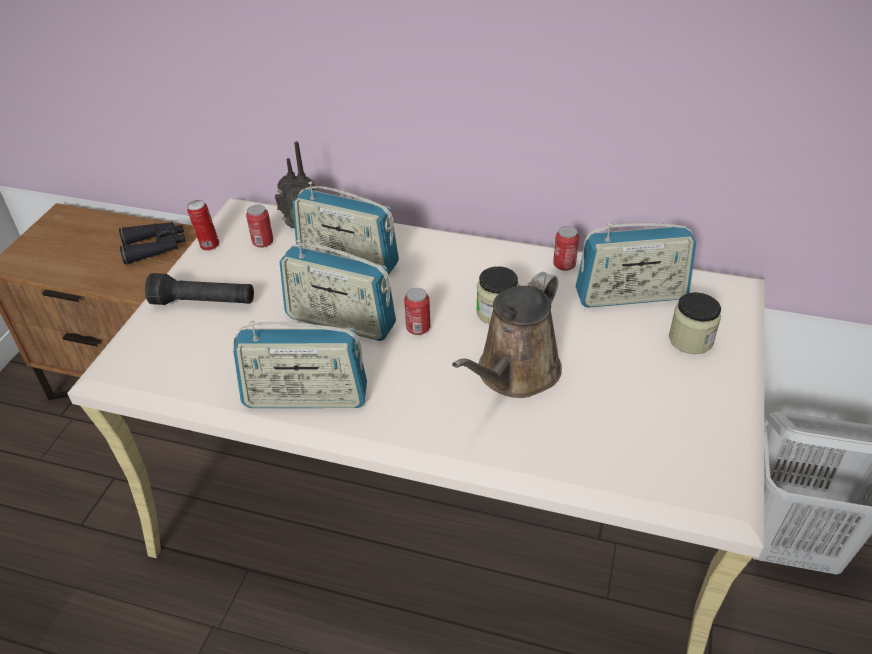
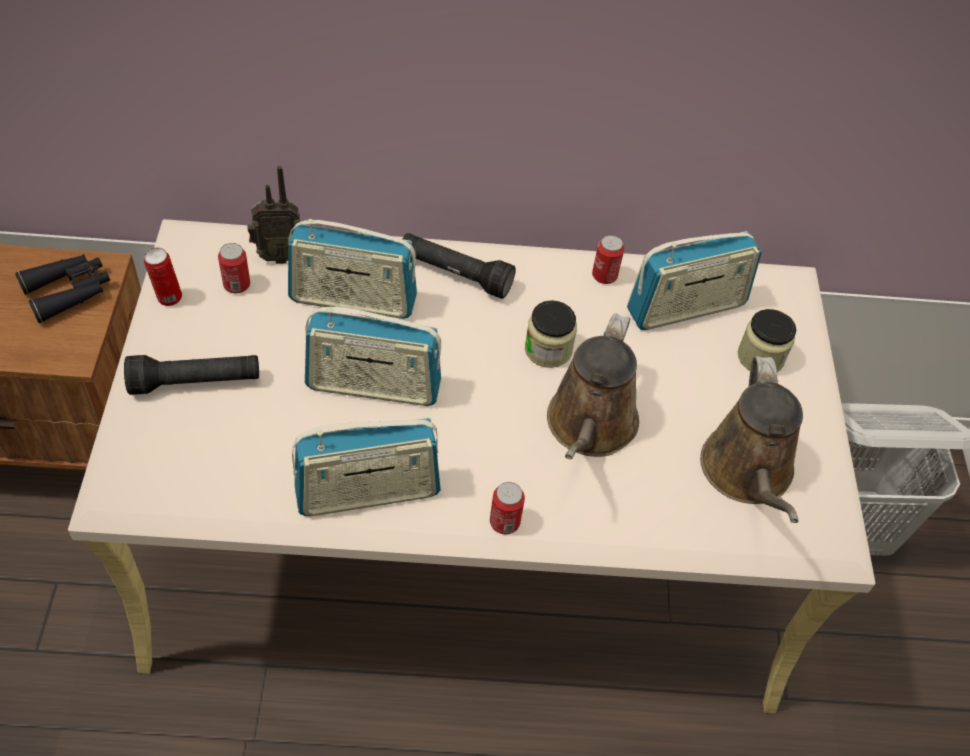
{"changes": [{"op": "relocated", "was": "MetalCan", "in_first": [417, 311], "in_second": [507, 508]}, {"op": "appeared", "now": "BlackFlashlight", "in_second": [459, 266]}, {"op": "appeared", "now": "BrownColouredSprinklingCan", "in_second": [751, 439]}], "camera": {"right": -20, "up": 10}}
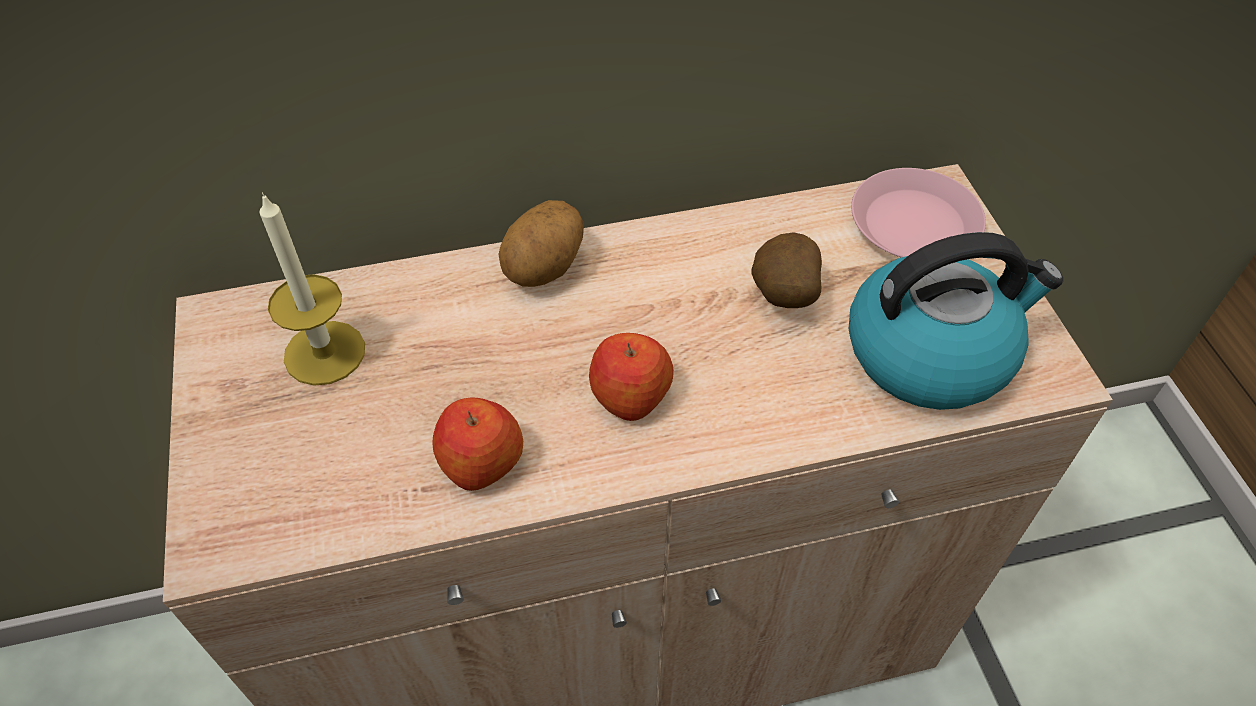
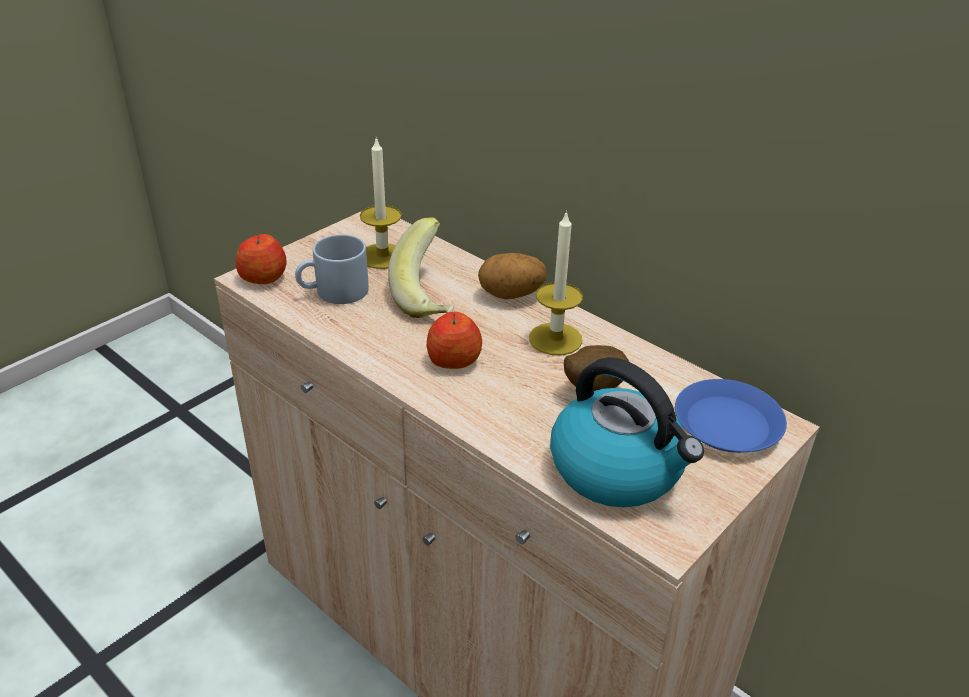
{"changes": [{"op": "relocated", "was": "AppleFruit", "in_first": [477, 444], "in_second": [260, 259]}, {"op": "colour", "was": "PinkColouredPlate", "now": "BluishPlate", "in_first": [918, 213], "in_second": [731, 416]}, {"op": "appeared", "now": "GreyMug", "in_second": [332, 269]}, {"op": "appeared", "now": "WholeBanana", "in_second": [421, 267]}, {"op": "appeared", "now": "WaxCandle", "in_second": [556, 283]}], "camera": {"right": 55, "up": -15}}
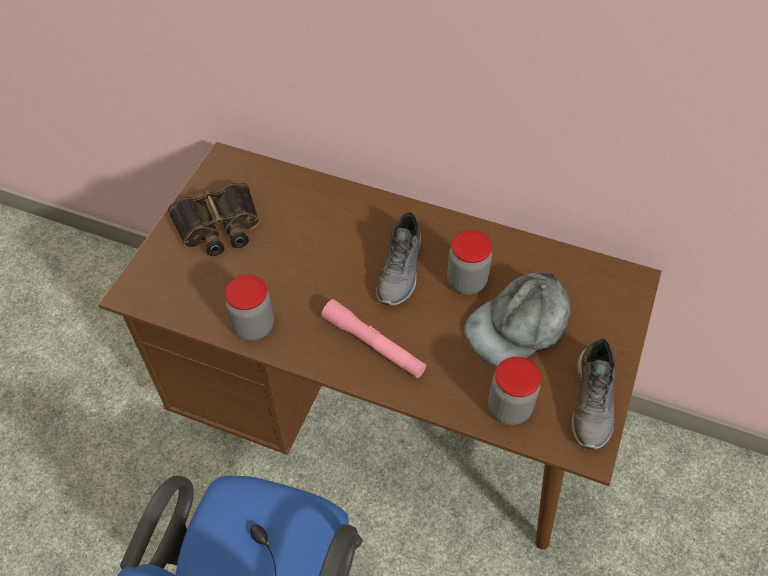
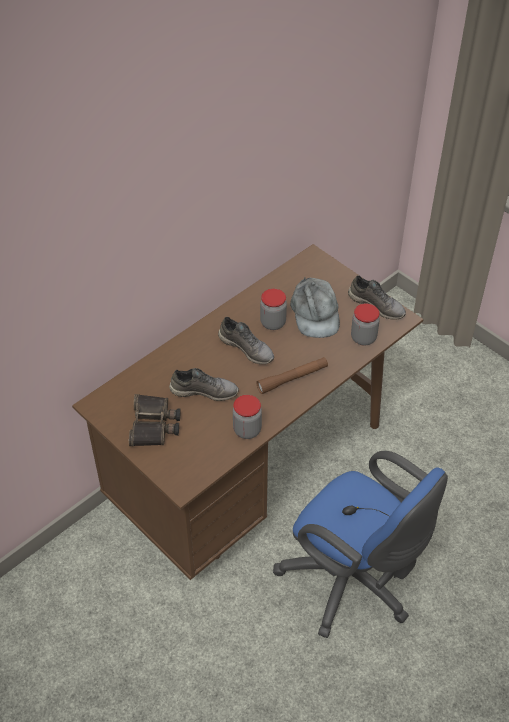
{"changes": [{"op": "colour", "was": "PinkColouredFlashlight", "now": "BrownColouredFlashlight", "in_first": [373, 338], "in_second": [292, 375]}, {"op": "appeared", "now": "GreyItemOfFootwear", "in_second": [204, 384]}], "camera": {"right": -65, "up": -5}}
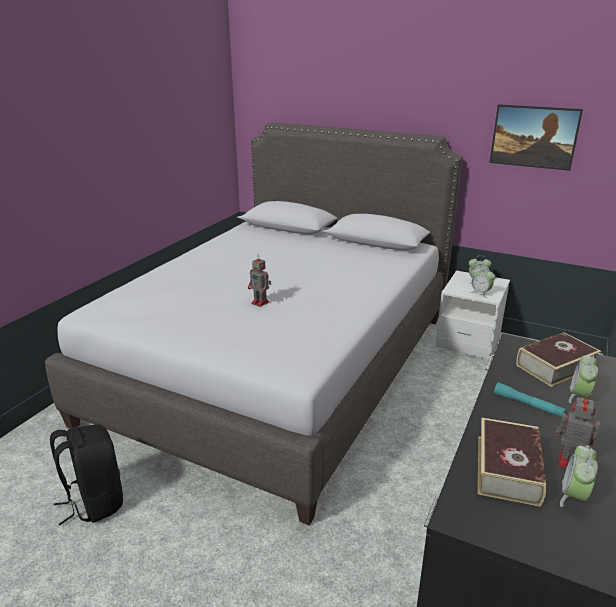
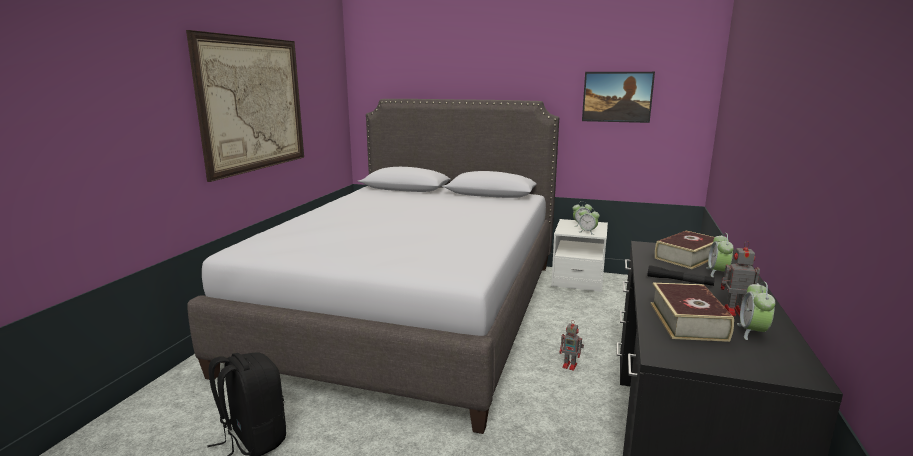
{"changes": [{"op": "relocated", "was": "RobotFigure", "in_first": [259, 280], "in_second": [571, 345]}, {"op": "colour", "was": "BlueGreenFlashlight", "now": "BlackFlashlight", "in_first": [530, 399], "in_second": [681, 275]}, {"op": "appeared", "now": "WallPicture", "in_second": [245, 106]}], "camera": {"right": -10, "up": -10}}
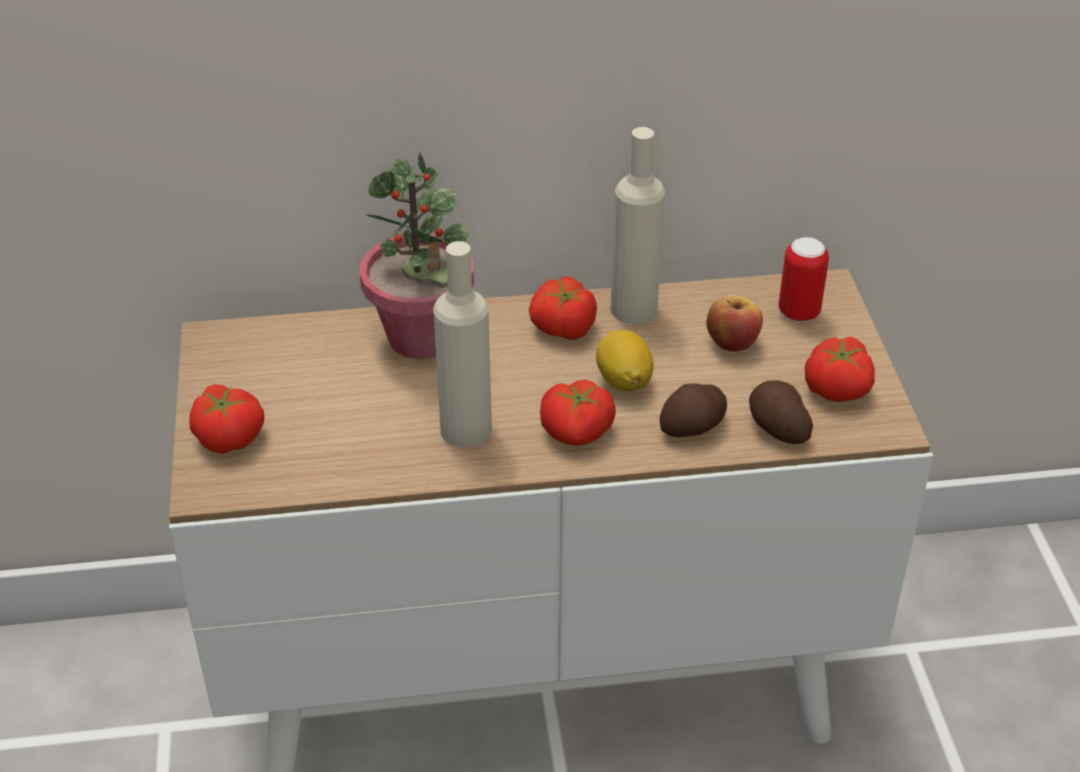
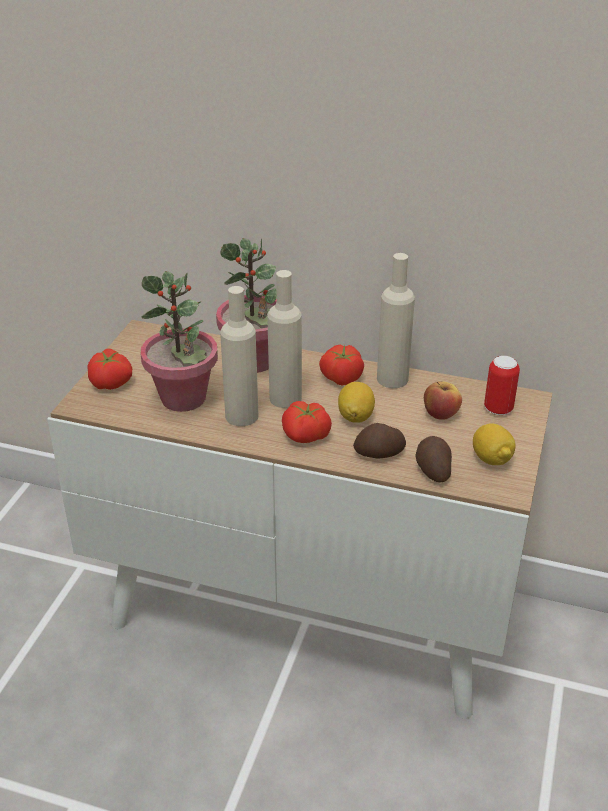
{"changes": [{"op": "exchanged", "was": "FreshTomato", "now": "WholeLemon", "in_first": [840, 369], "in_second": [494, 444]}, {"op": "appeared", "now": "Houseplant", "in_second": [179, 341]}, {"op": "appeared", "now": "BeigeColouredDrinkBottle", "in_second": [284, 339]}], "camera": {"right": 25, "up": -5}}
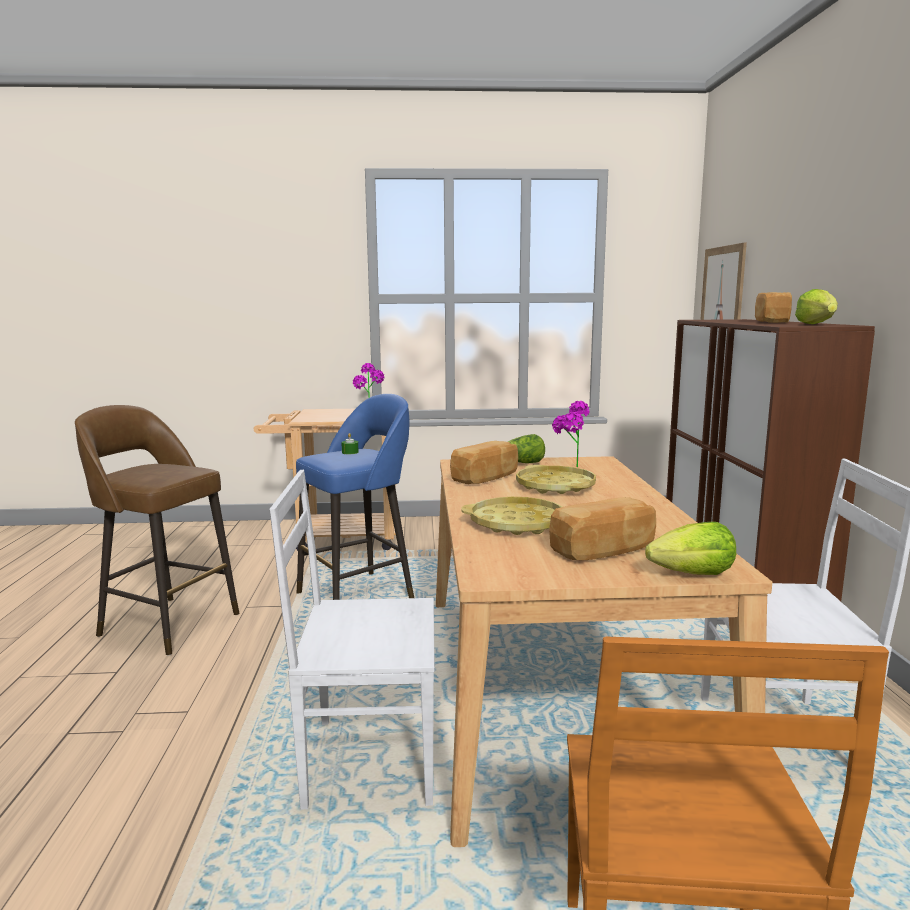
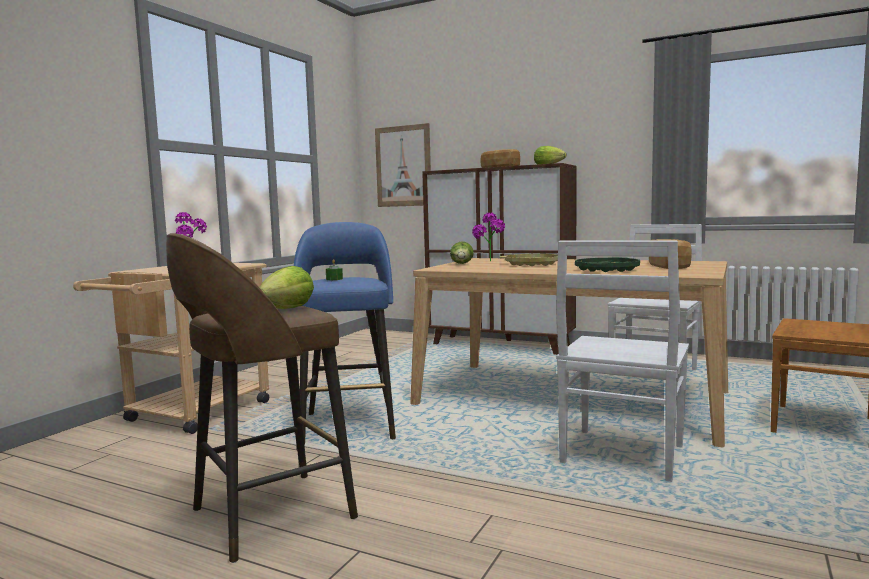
{"changes": [{"op": "missing", "was": "BakedBread", "in_first": [484, 462]}, {"op": "colour", "was": "YellowCarryingTray", "now": "GreenishCarryingTray", "in_first": [511, 516], "in_second": [607, 264]}, {"op": "relocated", "was": "LettuceHead", "in_first": [690, 548], "in_second": [286, 287]}], "camera": {"right": -60, "up": -5}}
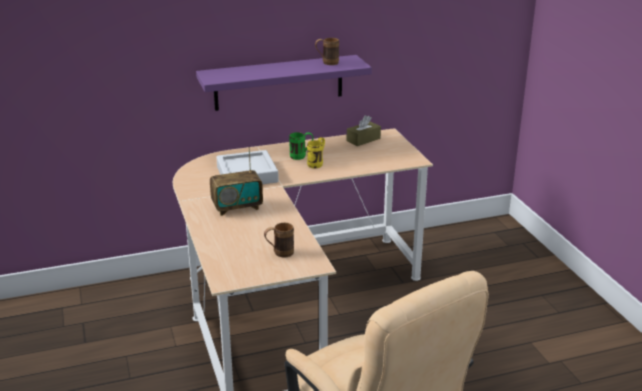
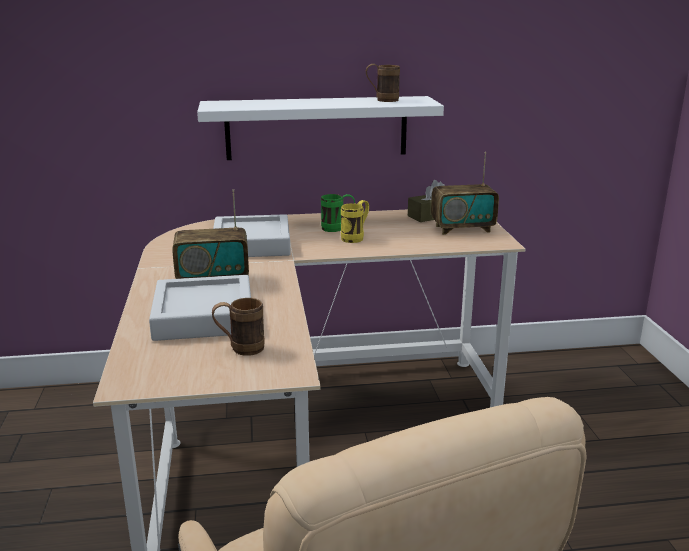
{"changes": [{"op": "colour", "was": "PurpleColouredWallShelf", "now": "WhitishWallShelf", "in_first": [284, 83], "in_second": [320, 128]}, {"op": "appeared", "now": "GreyCarryingTray", "in_second": [200, 308]}, {"op": "appeared", "now": "Radio", "in_second": [465, 193]}], "camera": {"right": 10, "up": -5}}
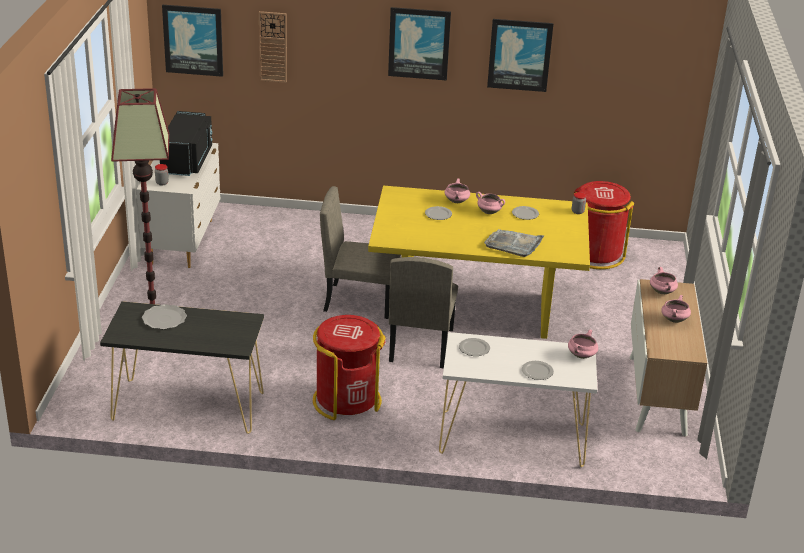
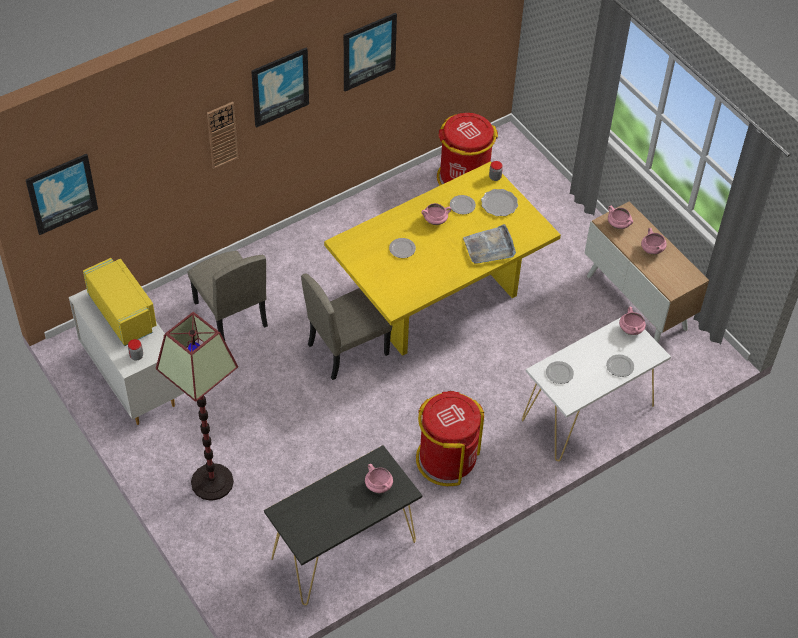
{"changes": [{"op": "relocated", "was": "Plate", "in_first": [164, 316], "in_second": [499, 202]}, {"op": "colour", "was": "BlackMicrowave", "now": "YellowMicrowave", "in_first": [186, 143], "in_second": [119, 302]}, {"op": "relocated", "was": "ClockOnTheWall", "in_first": [273, 47], "in_second": [222, 135]}, {"op": "relocated", "was": "BeigeColouredChair", "in_first": [423, 312], "in_second": [228, 295]}, {"op": "relocated", "was": "PinkColouredCookingPot", "in_first": [457, 190], "in_second": [379, 478]}], "camera": {"right": -40, "up": 20}}
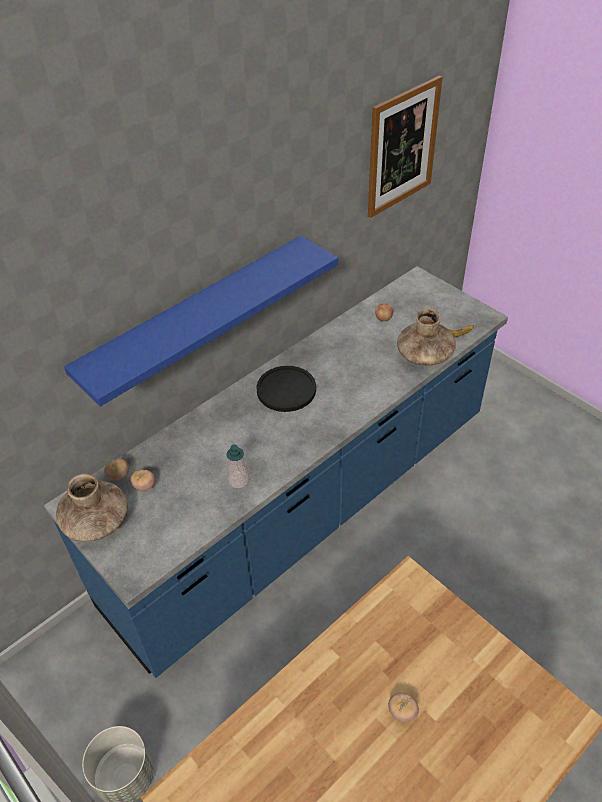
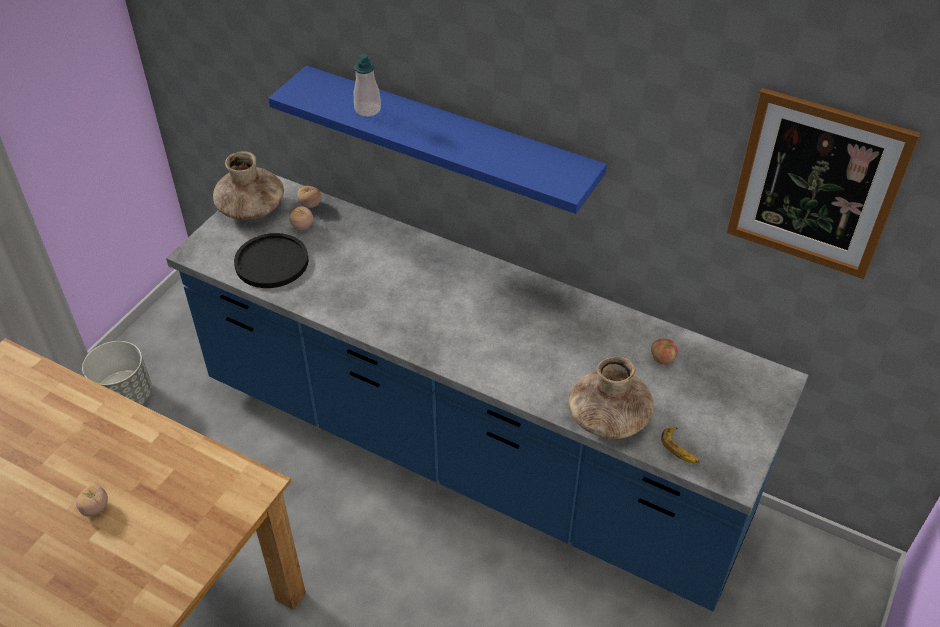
{"changes": [{"op": "relocated", "was": "LiquidSoapBottle", "in_first": [238, 466], "in_second": [367, 85]}, {"op": "relocated", "was": "BlackPlate", "in_first": [286, 389], "in_second": [271, 260]}], "camera": {"right": 70, "up": 0}}
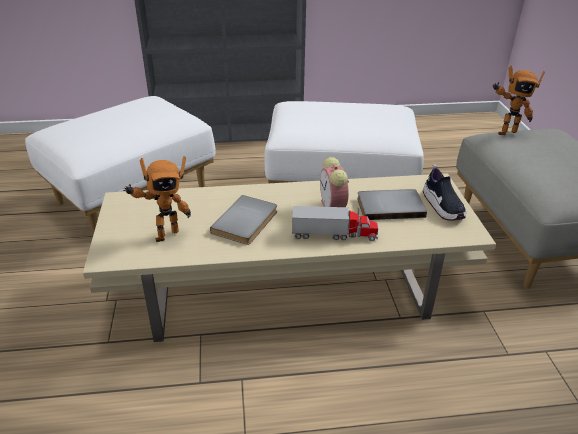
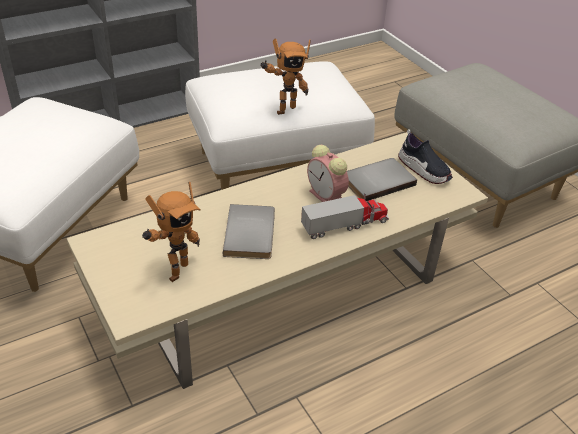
{"changes": [{"op": "relocated", "was": "RobotFigure", "in_first": [518, 100], "in_second": [285, 76]}], "camera": {"right": -25, "up": 5}}
